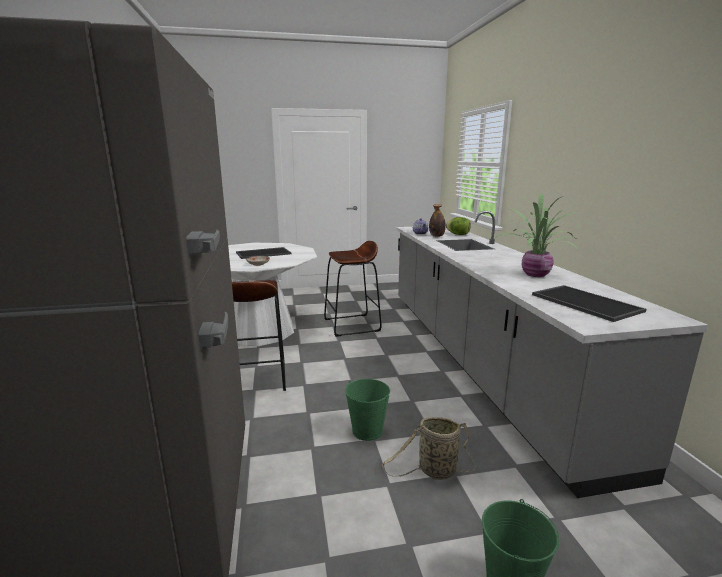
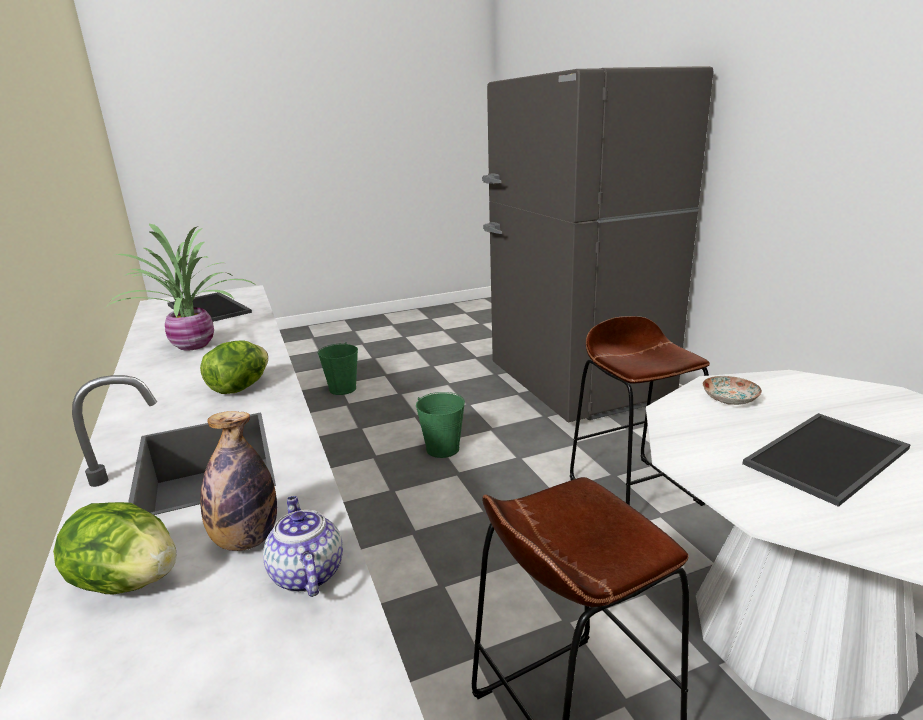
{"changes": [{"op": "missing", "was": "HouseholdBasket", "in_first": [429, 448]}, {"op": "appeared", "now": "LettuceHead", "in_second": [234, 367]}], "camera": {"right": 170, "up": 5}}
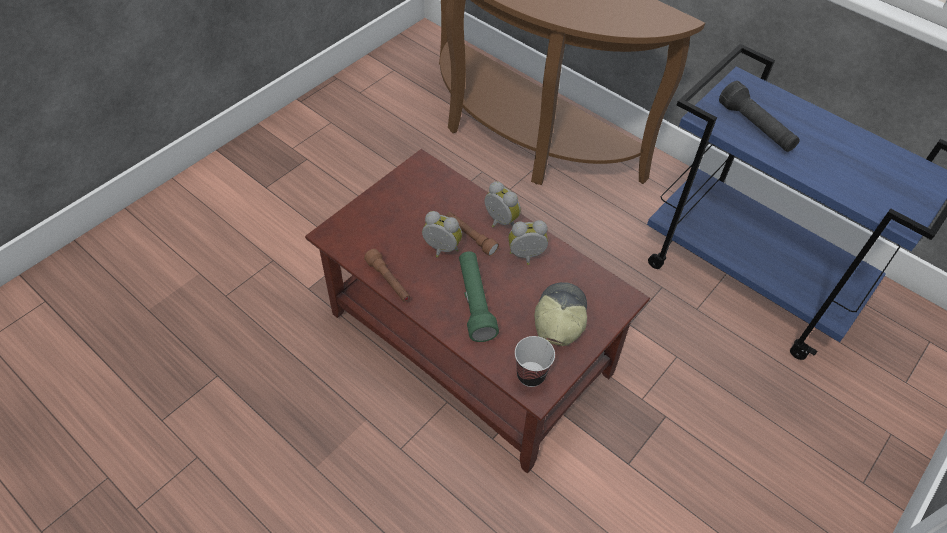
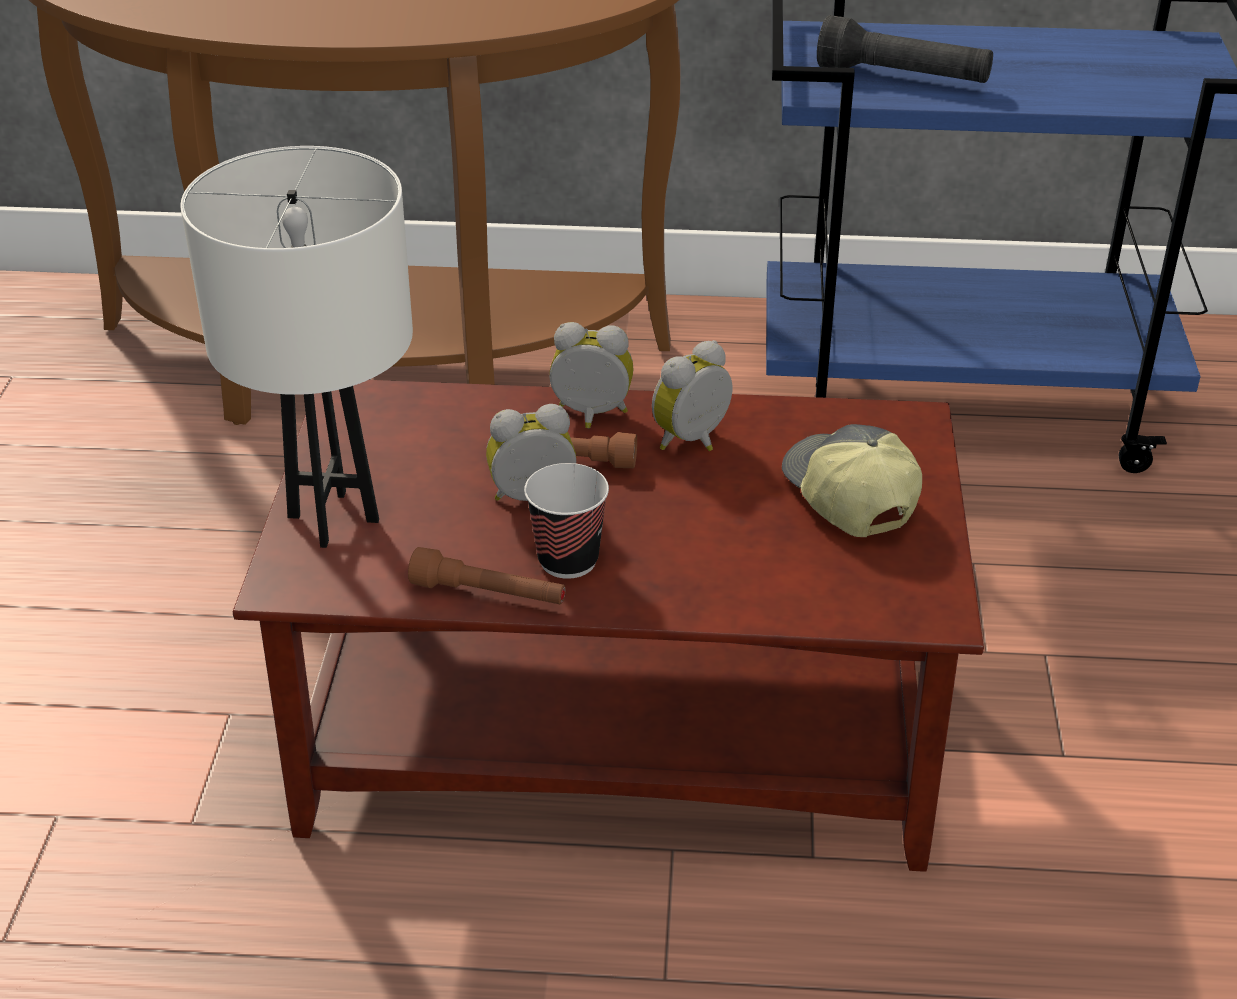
{"changes": [{"op": "missing", "was": "GreenishFlashlight", "in_first": [479, 296]}, {"op": "relocated", "was": "Cup", "in_first": [535, 361], "in_second": [566, 521]}, {"op": "appeared", "now": "WhitishTableLamp", "in_second": [297, 347]}], "camera": {"right": -35, "up": -15}}
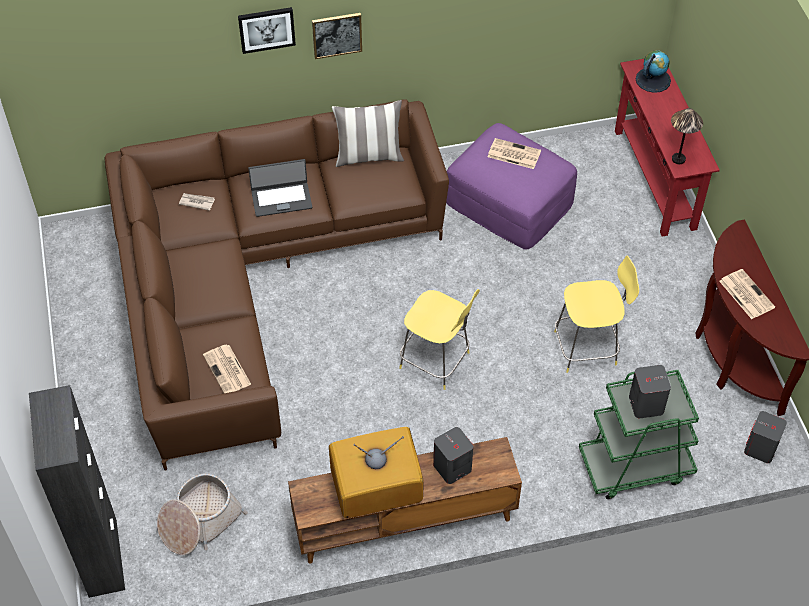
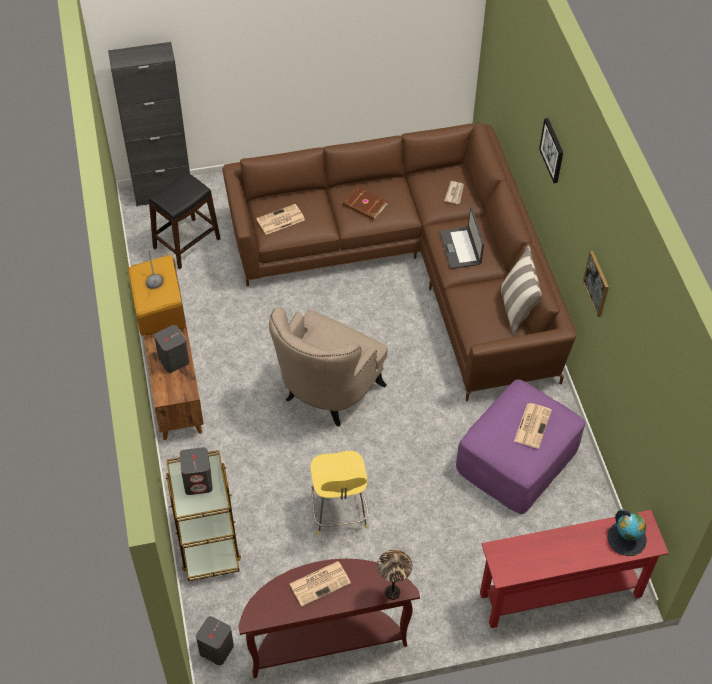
{"changes": [{"op": "exchanged", "was": "HouseholdBasket", "now": "BlackStoolSeat", "in_first": [202, 514], "in_second": [185, 220]}, {"op": "relocated", "was": "WallPicture", "in_first": [337, 36], "in_second": [596, 284]}, {"op": "exchanged", "was": "YellowStoolSeat", "now": "BeigeColouredArmchair", "in_first": [439, 339], "in_second": [328, 367]}, {"op": "colour", "was": "GreenishTrolley", "now": "BrownColouredTrolley", "in_first": [639, 434], "in_second": [203, 515]}, {"op": "relocated", "was": "TableLamp", "in_first": [687, 136], "in_second": [395, 575]}, {"op": "appeared", "now": "BrownColouredBook", "in_second": [365, 203]}], "camera": {"right": 90, "up": 0}}
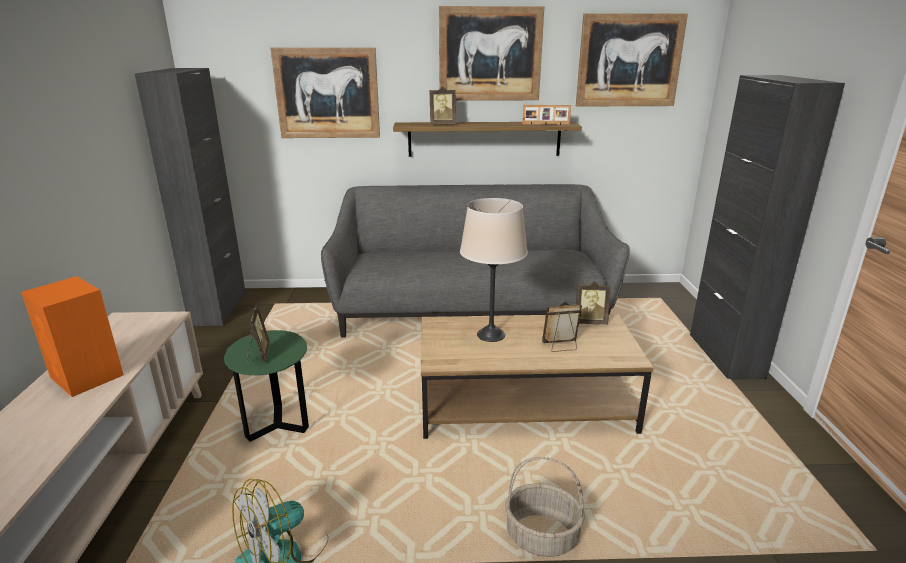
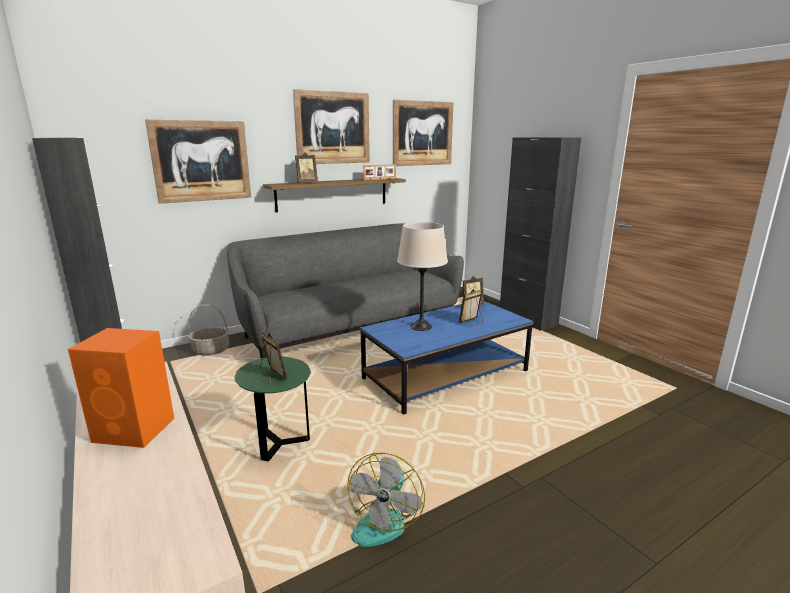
{"changes": [{"op": "colour", "was": "BrownColouredLoungeTable", "now": "BluishLoungeTable", "in_first": [537, 376], "in_second": [446, 358]}, {"op": "relocated", "was": "HouseholdBasket", "in_first": [545, 507], "in_second": [208, 329]}], "camera": {"right": -30, "up": -5}}
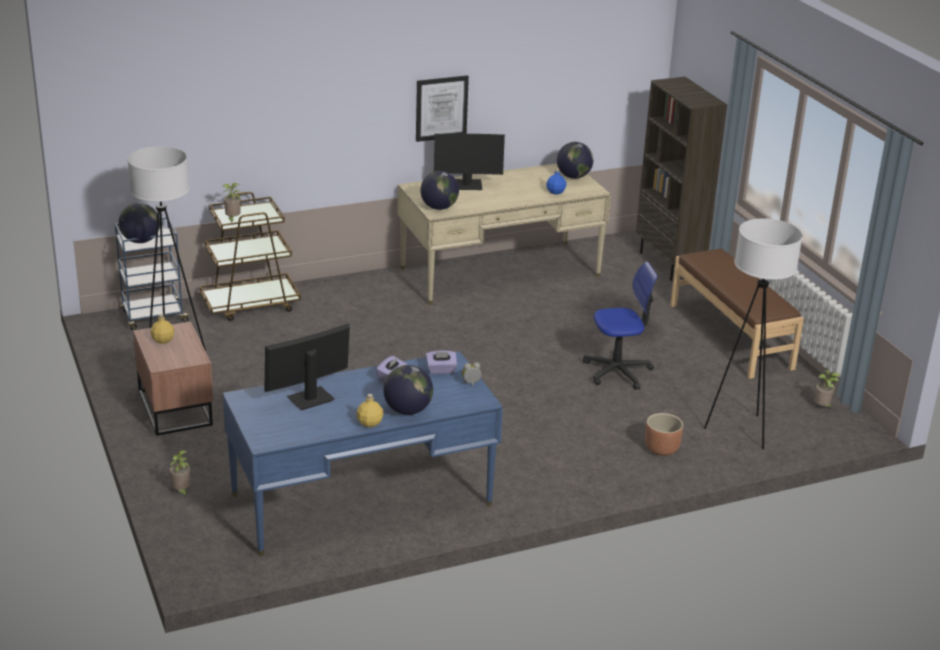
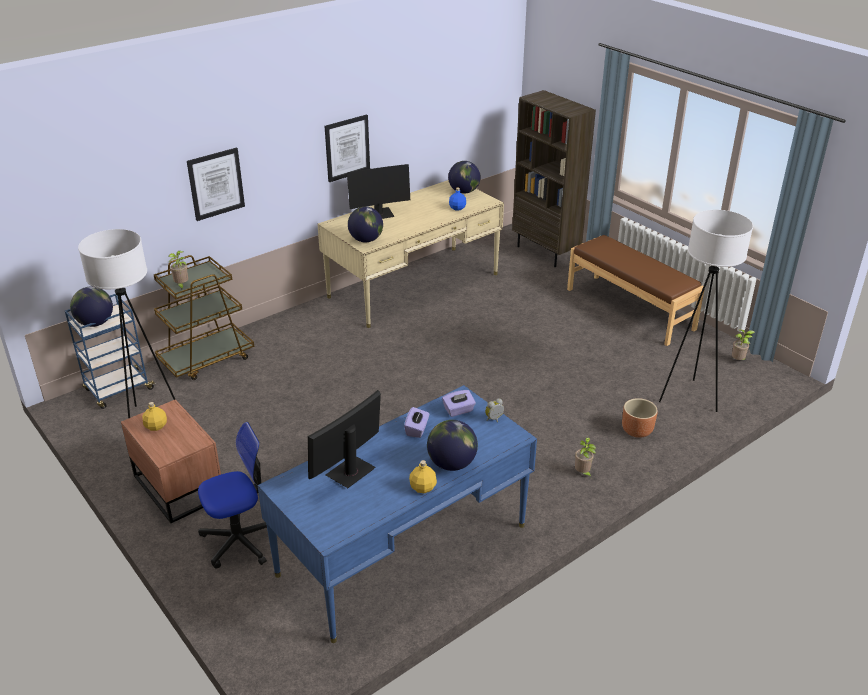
{"changes": [{"op": "relocated", "was": "Houseplant", "in_first": [179, 474], "in_second": [585, 457]}, {"op": "relocated", "was": "DeskChair", "in_first": [620, 326], "in_second": [232, 495]}, {"op": "appeared", "now": "WallPicture", "in_second": [216, 184]}], "camera": {"right": -15, "up": 5}}
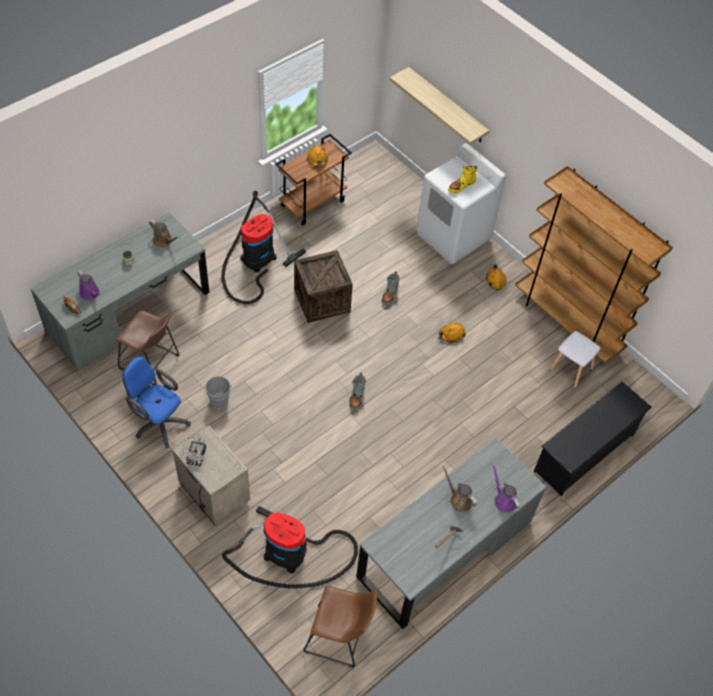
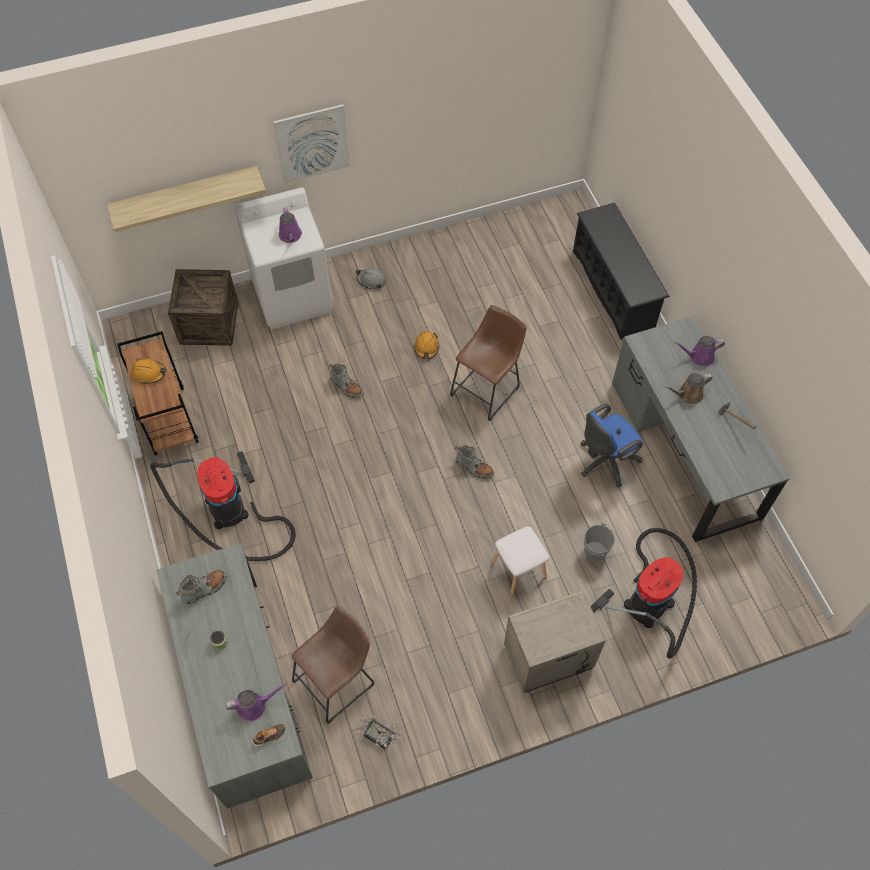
{"changes": [{"op": "relocated", "was": "BluishDeskChair", "in_first": [157, 402], "in_second": [612, 445]}, {"op": "exchanged", "was": "BrownColouredSprinklingCan", "now": "GreyTallBoot", "in_first": [164, 233], "in_second": [201, 587]}, {"op": "relocated", "was": "Houseplant", "in_first": [193, 449], "in_second": [380, 732]}, {"op": "relocated", "was": "GreyBucket", "in_first": [217, 392], "in_second": [601, 542]}, {"op": "relocated", "was": "Crate", "in_first": [323, 286], "in_second": [203, 307]}, {"op": "relocated", "was": "BrownColouredStoolSeat", "in_first": [340, 626], "in_second": [488, 363]}, {"op": "exchanged", "was": "YellowTallBoot", "now": "PurpleColouredSprinklingCan", "in_first": [463, 180], "in_second": [290, 225]}, {"op": "colour", "was": "OrangeColouredWorkHelmet", "now": "GreyWorkHelmet", "in_first": [496, 277], "in_second": [371, 278]}, {"op": "missing", "was": "BrownColouredShelvingUnit", "in_first": [594, 264]}, {"op": "relocated", "was": "WhitishStoolSeat", "in_first": [575, 359], "in_second": [521, 561]}, {"op": "appeared", "now": "WallPicture", "in_second": [311, 143]}], "camera": {"right": -65, "up": 5}}
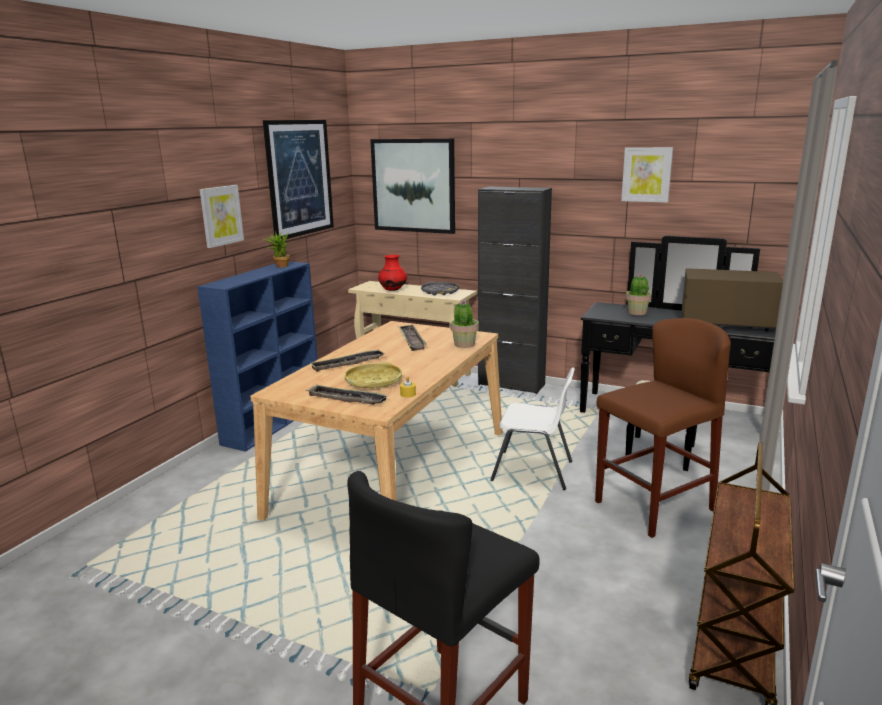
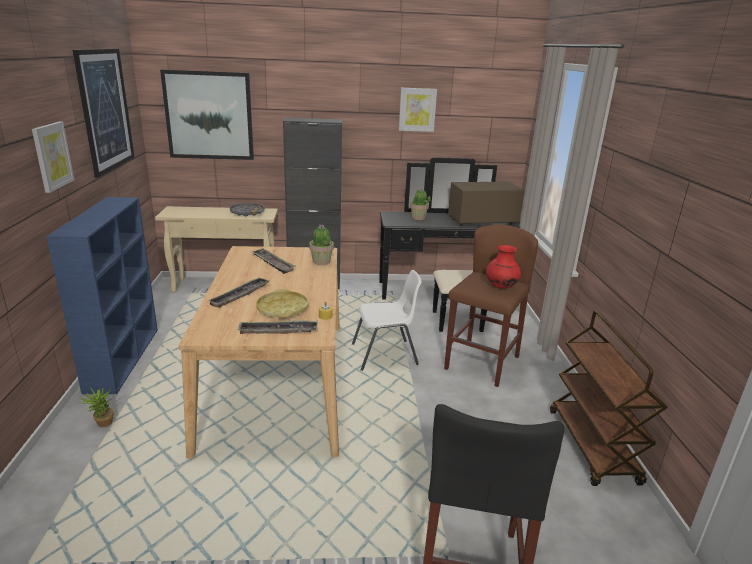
{"changes": [{"op": "relocated", "was": "Houseplant", "in_first": [276, 249], "in_second": [96, 407]}, {"op": "relocated", "was": "RedDecorativeVase", "in_first": [392, 273], "in_second": [503, 267]}], "camera": {"right": -30, "up": 5}}
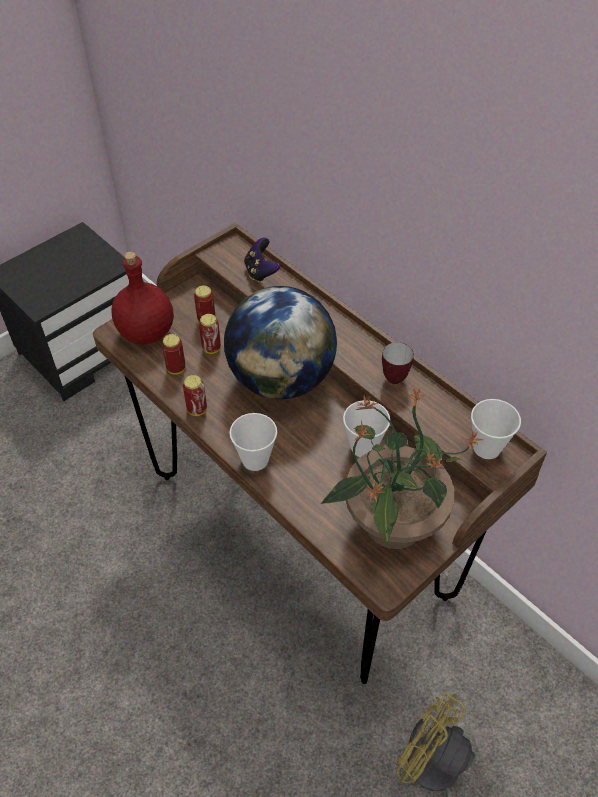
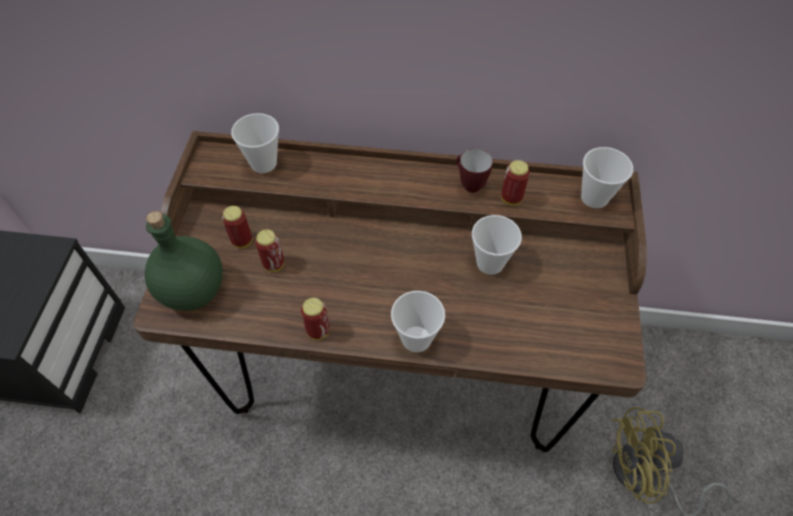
{"changes": [{"op": "colour", "was": "RedDrinkBottle", "now": "GreenishDrinkBottle", "in_first": [142, 298], "in_second": [184, 261]}, {"op": "relocated", "was": "MetalCan", "in_first": [173, 354], "in_second": [515, 182]}, {"op": "missing", "was": "WorldGlobe", "in_first": [280, 342]}, {"op": "exchanged", "was": "Gamepad", "now": "Cup", "in_first": [262, 260], "in_second": [255, 143]}, {"op": "missing", "was": "Houseplant", "in_first": [402, 467]}], "camera": {"right": -40, "up": 5}}
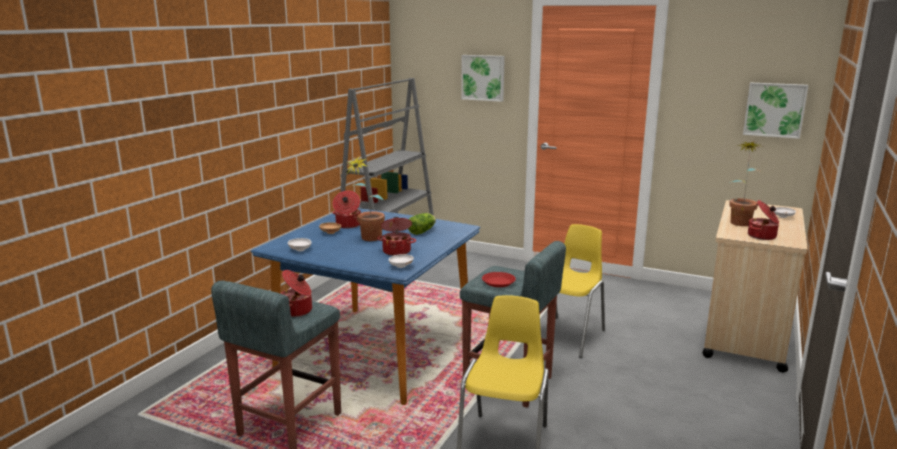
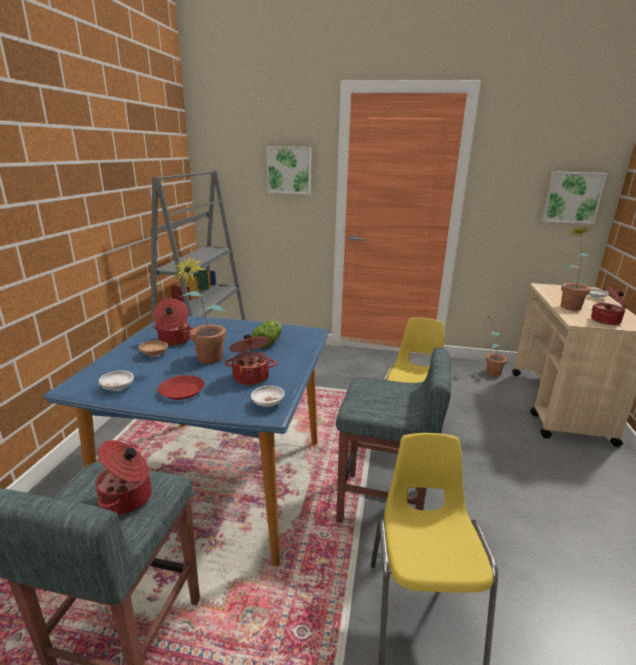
{"changes": [{"op": "relocated", "was": "RedPlate", "in_first": [499, 279], "in_second": [181, 387]}, {"op": "appeared", "now": "Houseplant", "in_second": [495, 345]}], "camera": {"right": -15, "up": 5}}
